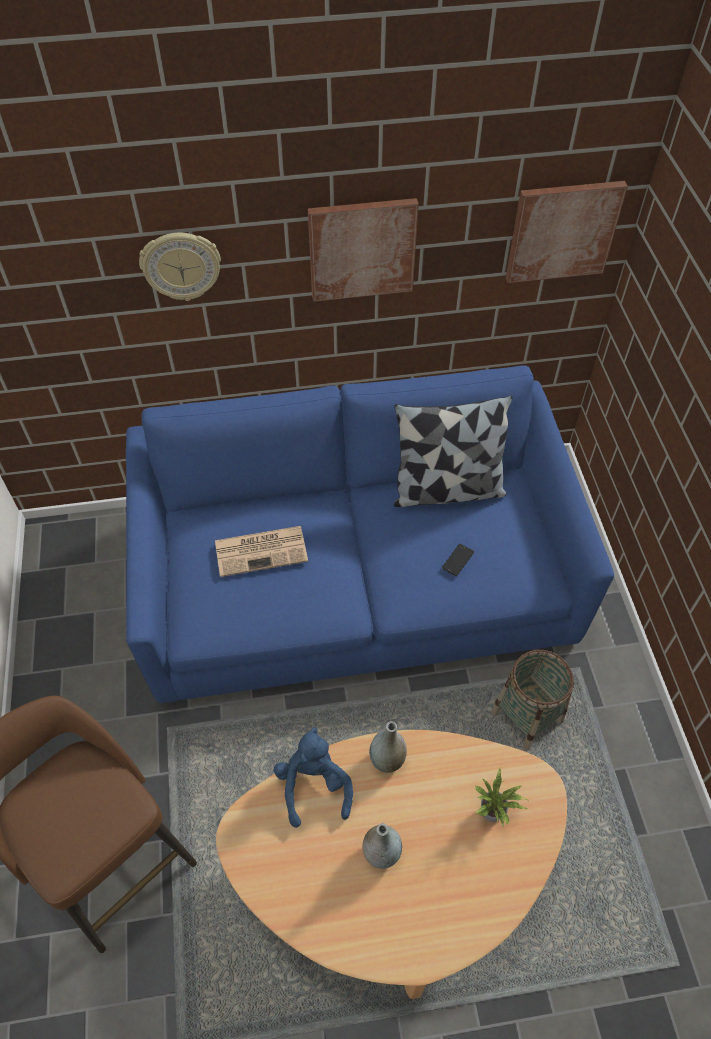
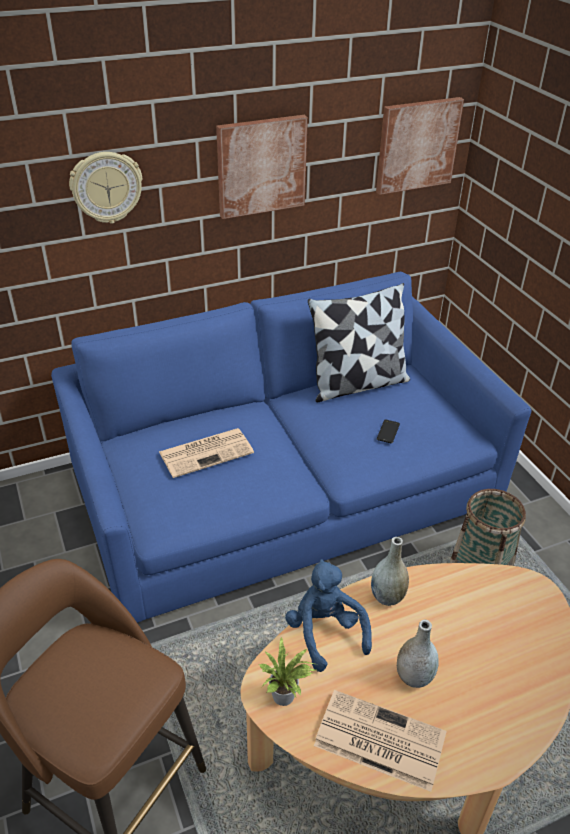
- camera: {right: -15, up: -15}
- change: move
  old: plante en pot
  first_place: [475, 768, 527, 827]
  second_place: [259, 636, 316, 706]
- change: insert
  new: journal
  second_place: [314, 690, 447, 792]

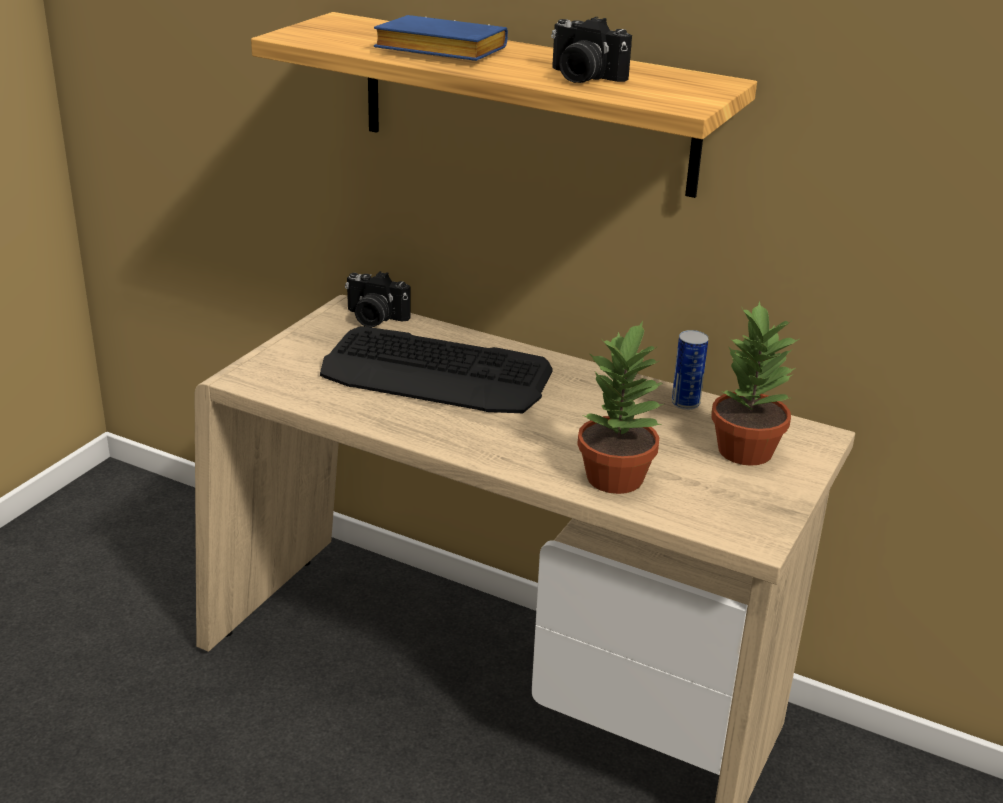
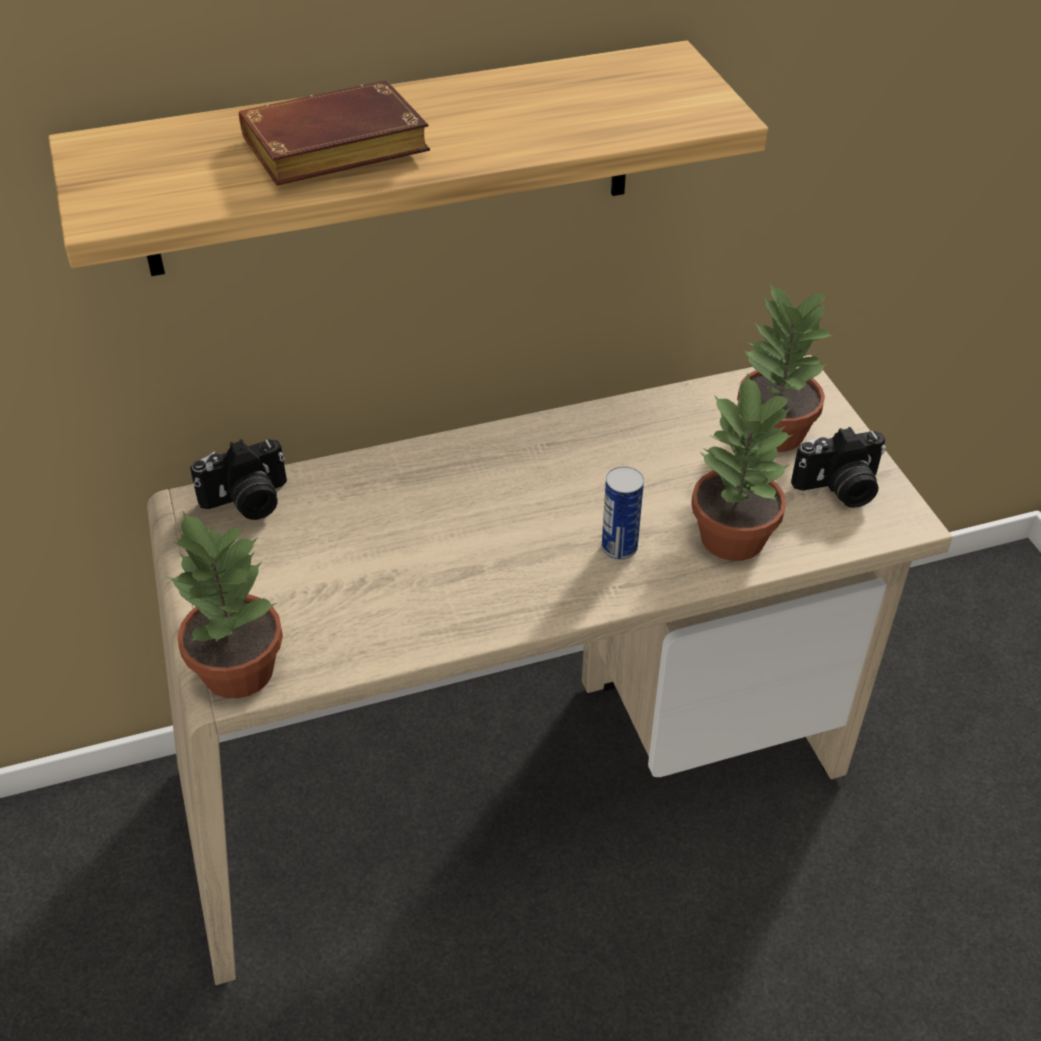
- camera: {right: -45, up: 15}
- change: insert
  new: plante en pot
  second_place: [168, 512, 283, 698]
- change: recolor
  old: livre/bleu
  new: livre/marron
  first_place: [374, 15, 508, 61]
  second_place: [239, 80, 430, 185]
- change: move
  old: boîte métallique
  first_place: [672, 330, 709, 410]
  second_place: [602, 467, 644, 560]
- change: move
  old: appareil photo
  first_place: [551, 17, 632, 83]
  second_place: [791, 427, 886, 508]
- change: delete
  old: clavier
  first_place: [320, 326, 553, 413]

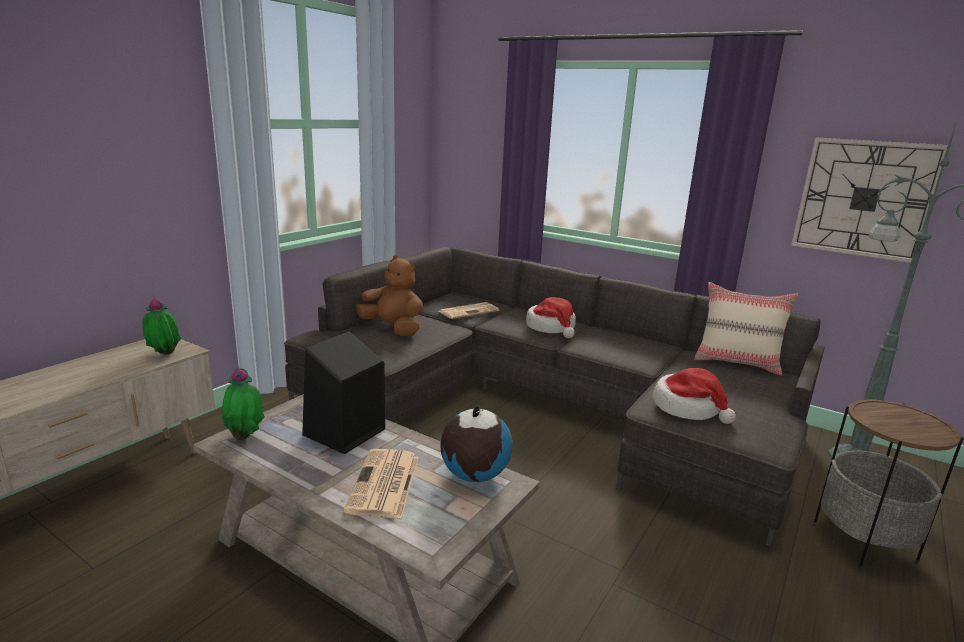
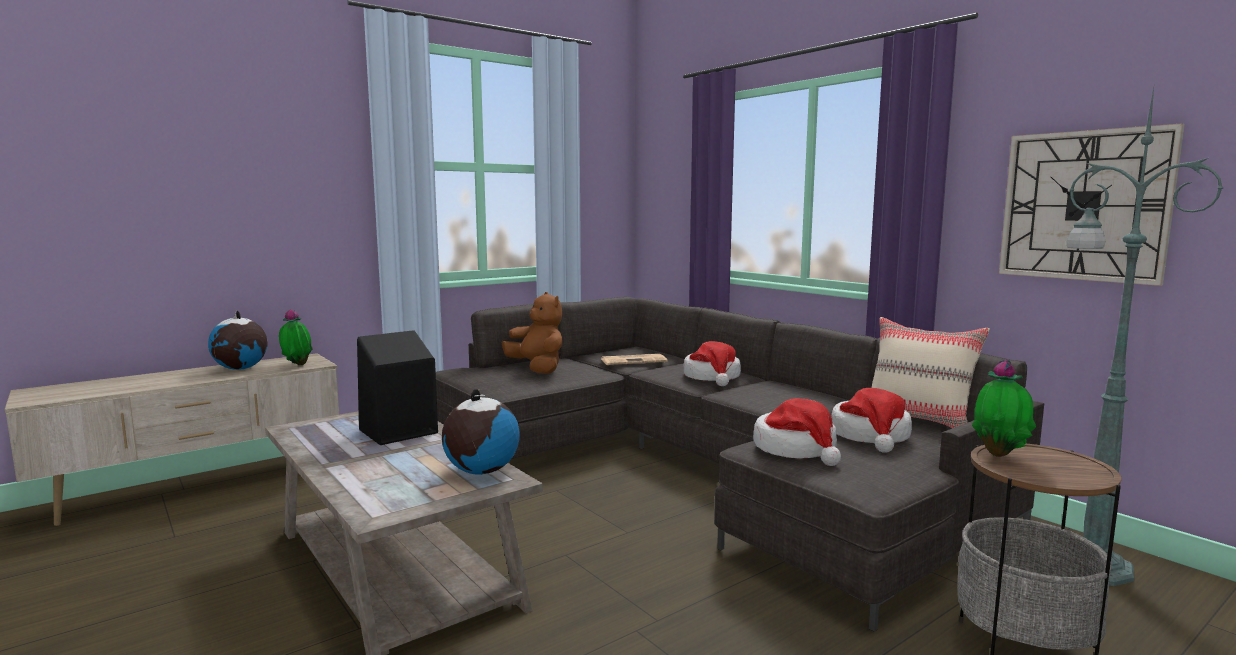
- camera: {right: 20, up: -10}
- change: insert
  new: globe
  second_place: [208, 311, 267, 370]
- change: insert
  new: chapeau
  second_place: [831, 388, 912, 453]
- change: move
  old: plante en pot
  first_place: [222, 368, 265, 440]
  second_place: [972, 359, 1036, 457]
- change: delete
  old: journal
  first_place: [343, 449, 419, 518]

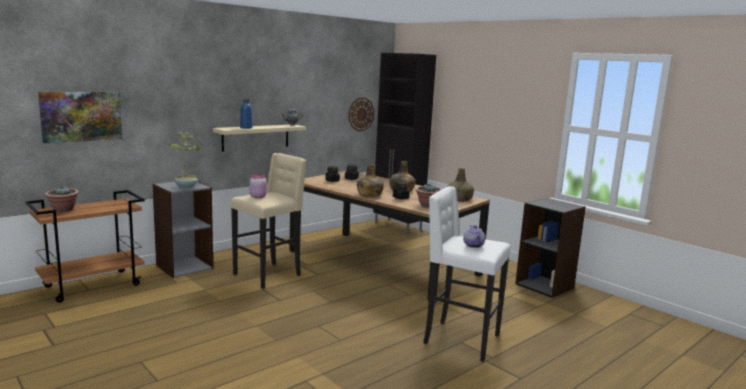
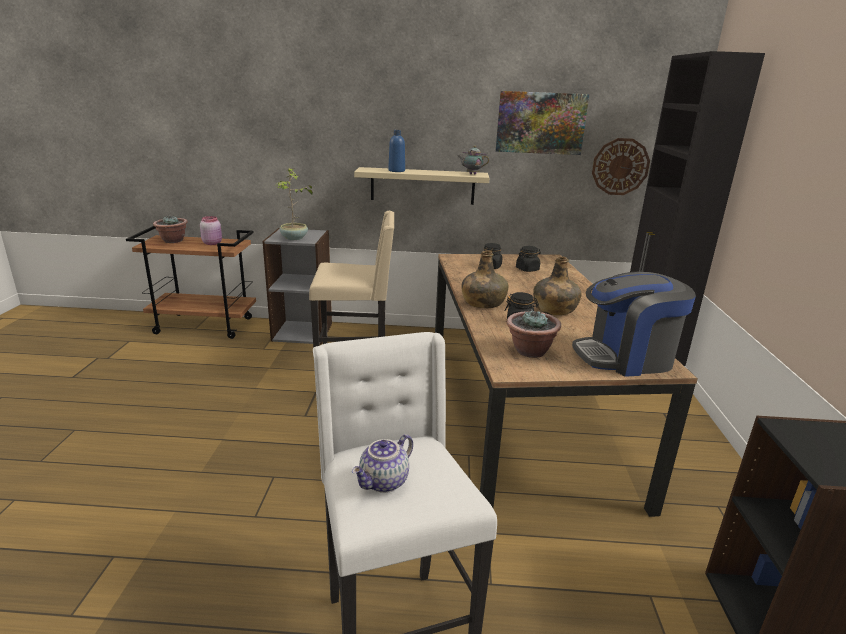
- camera: {right: 45, up: 10}
- change: move
  old: bocal/rose
  first_place: [250, 174, 267, 198]
  second_place: [200, 216, 222, 245]
- change: move
  old: tableau
  first_place: [38, 92, 122, 143]
  second_place: [496, 91, 589, 155]
- change: replace
  old: bouteille/vert
  new: machine à café
  first_place: [447, 168, 474, 201]
  second_place: [572, 272, 696, 377]

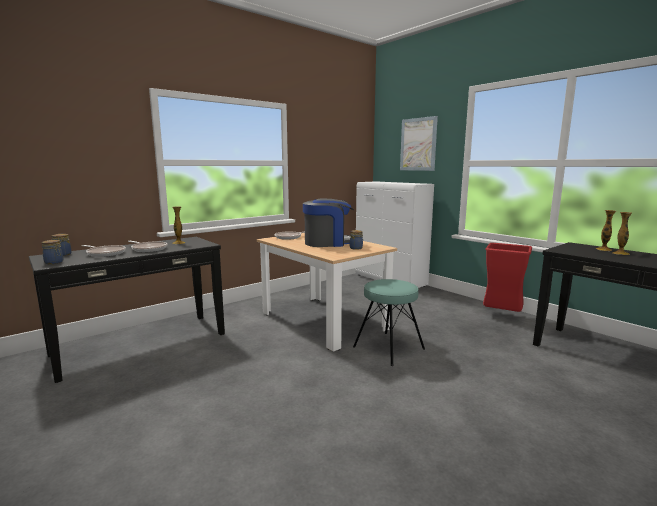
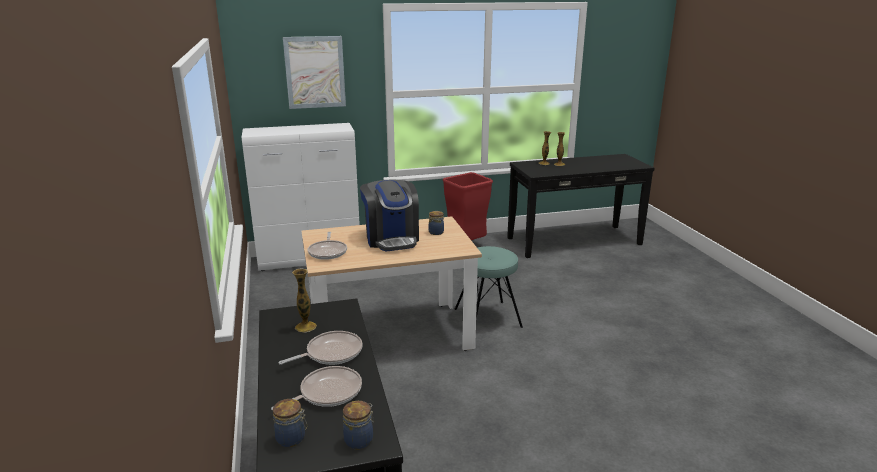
- camera: {right: -65, up: 10}
- change: rotate
  old: machine à café
  first_place: [303, 199, 354, 247]
  second_place: [360, 180, 419, 251]
  degrees: 150

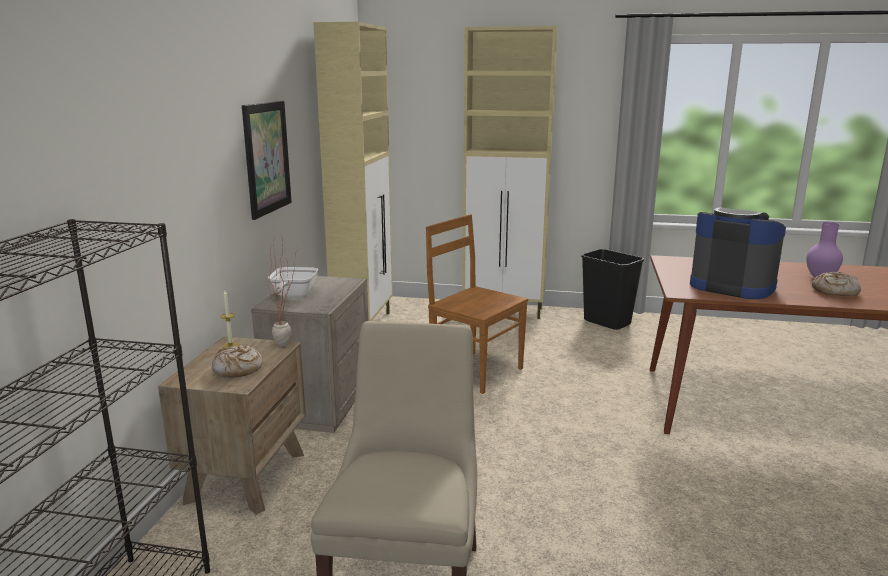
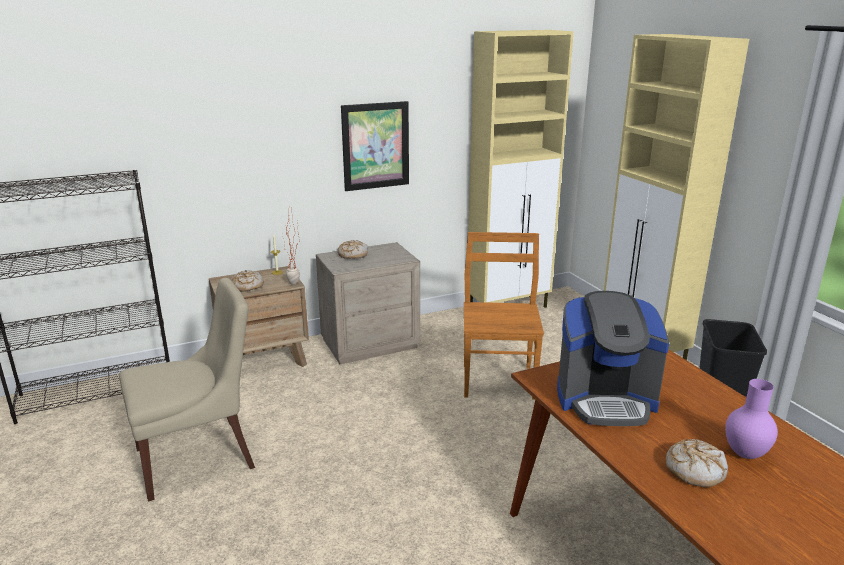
- camera: {right: 55, up: 5}
- change: replace
  old: poêle
  new: pain
  first_place: [268, 267, 318, 297]
  second_place: [338, 240, 368, 259]
- change: rotate
  old: machine à café
  first_place: [690, 208, 786, 299]
  second_place: [557, 291, 669, 426]
  degrees: 90

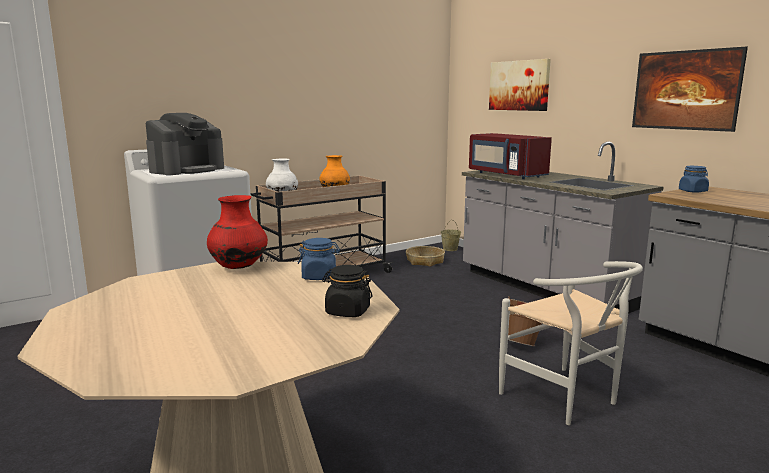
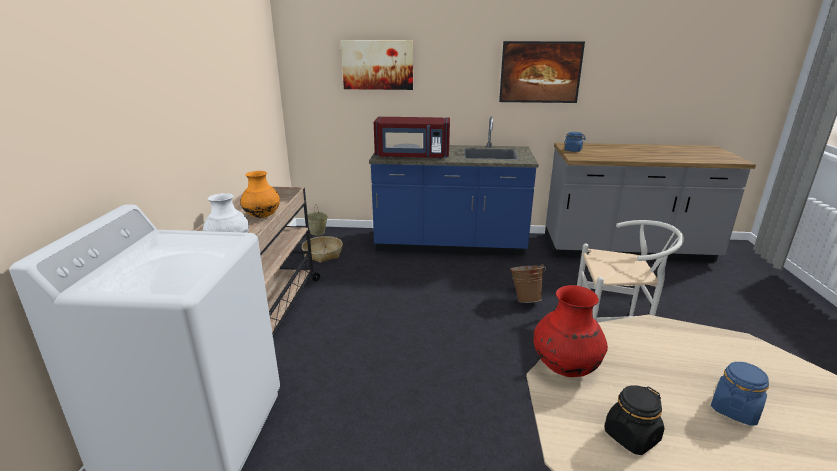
- camera: {right: -50, up: 10}
- change: recolor
  old: comptoir de cuisine/gris
  new: comptoir de cuisine/bleu
  first_place: [462, 142, 663, 314]
  second_place: [369, 116, 538, 256]
- change: move
  old: bocal/noir
  first_place: [322, 265, 372, 317]
  second_place: [605, 385, 665, 455]
- change: move
  old: bocal/bleu
  first_place: [298, 238, 340, 280]
  second_place: [711, 362, 769, 426]
- change: delete
  old: machine à café
  first_place: [146, 113, 224, 175]

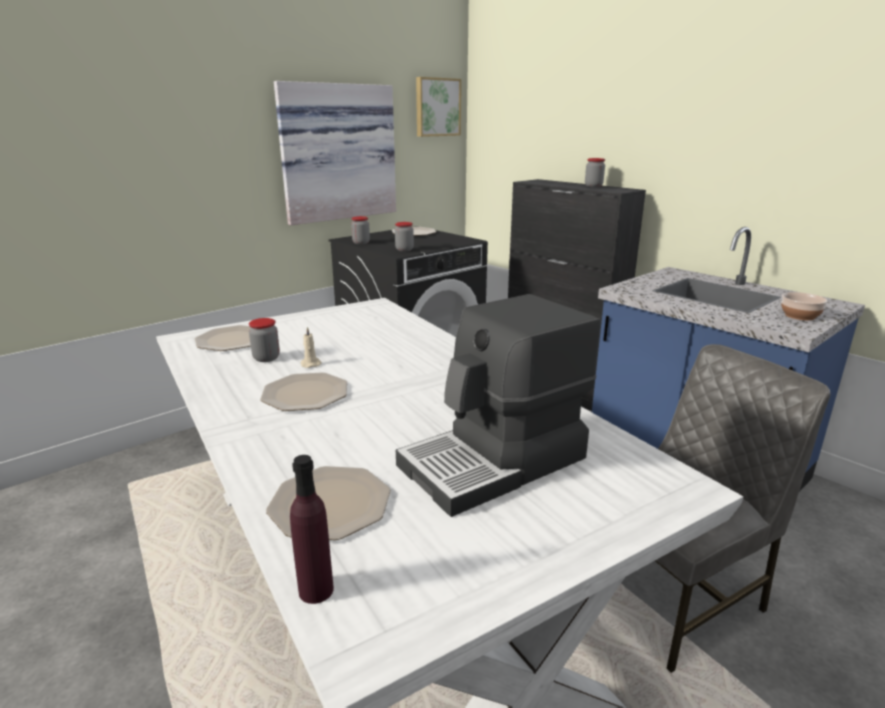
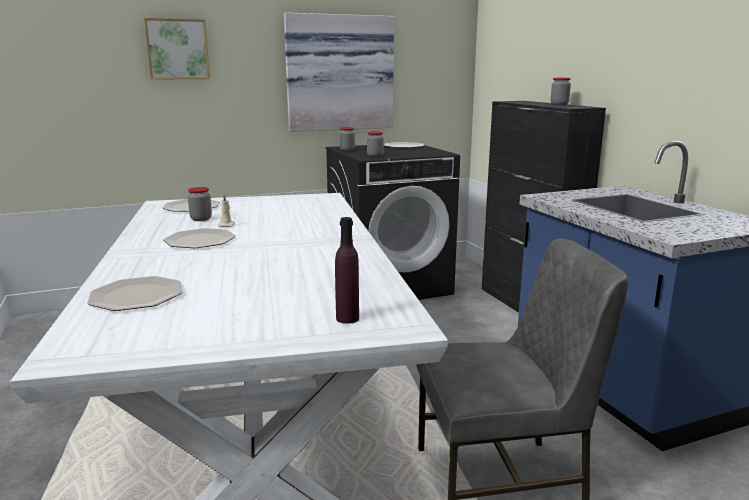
- camera: {right: 20, up: -5}
- change: move
  old: tableau
  first_place: [416, 77, 461, 137]
  second_place: [144, 18, 210, 80]
- change: move
  old: bouteille/violet
  first_place: [290, 455, 334, 604]
  second_place: [335, 217, 359, 324]
- change: delete
  old: machine à café
  first_place: [396, 294, 601, 517]
- change: delete
  old: bol
  first_place: [781, 292, 827, 320]

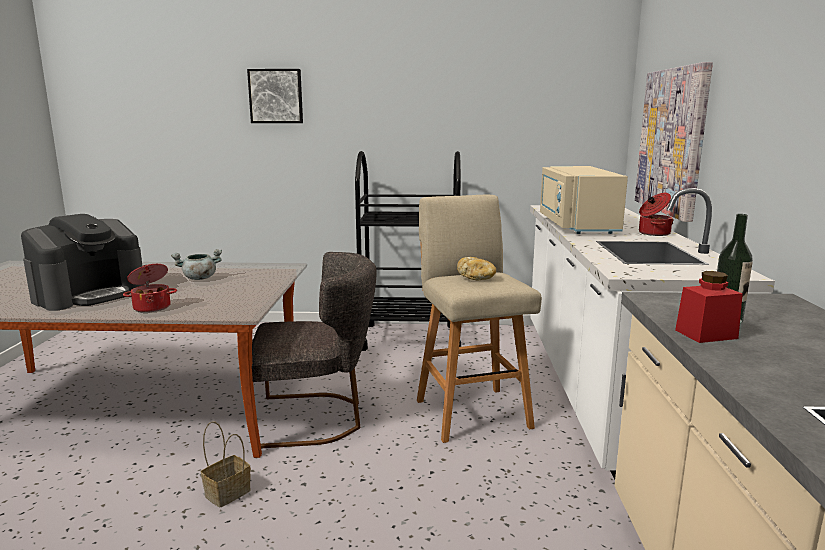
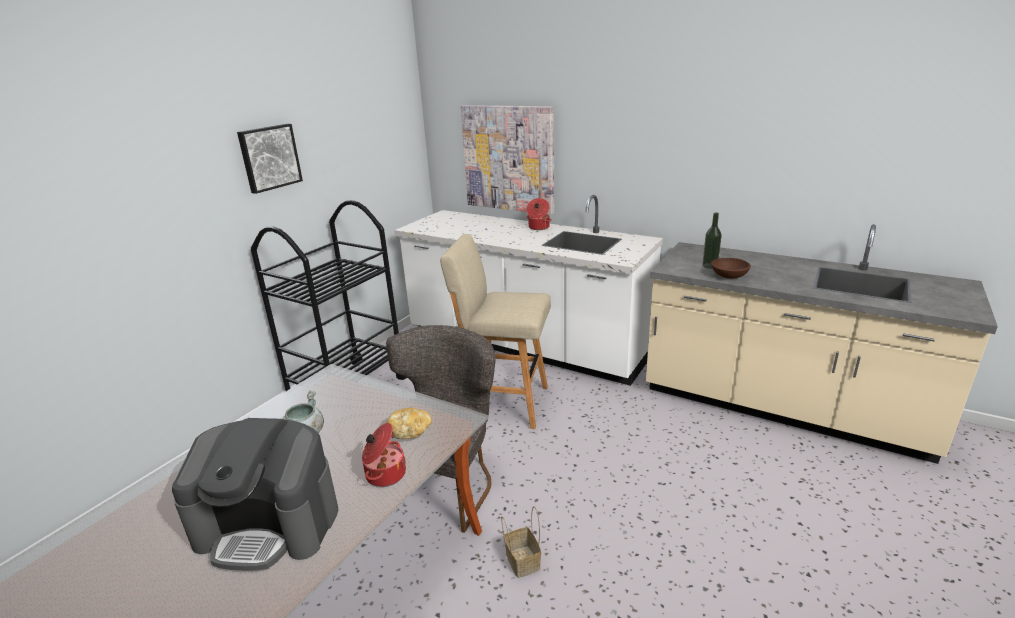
- camera: {right: -60, up: 10}
- change: rotate
  old: machine à café
  first_place: [21, 214, 145, 311]
  second_place: [172, 418, 338, 571]
  degrees: 120
- change: move
  old: tableau
  first_place: [247, 69, 303, 123]
  second_place: [237, 124, 303, 194]
- change: move
  old: pain
  first_place: [457, 257, 496, 280]
  second_place: [387, 408, 432, 439]
- change: replace
  old: bocal/rouge
  new: bol/marron
  first_place: [675, 271, 743, 343]
  second_place: [711, 258, 751, 279]
- change: delete
  old: micro-ondes/beige
  first_place: [540, 166, 628, 234]

